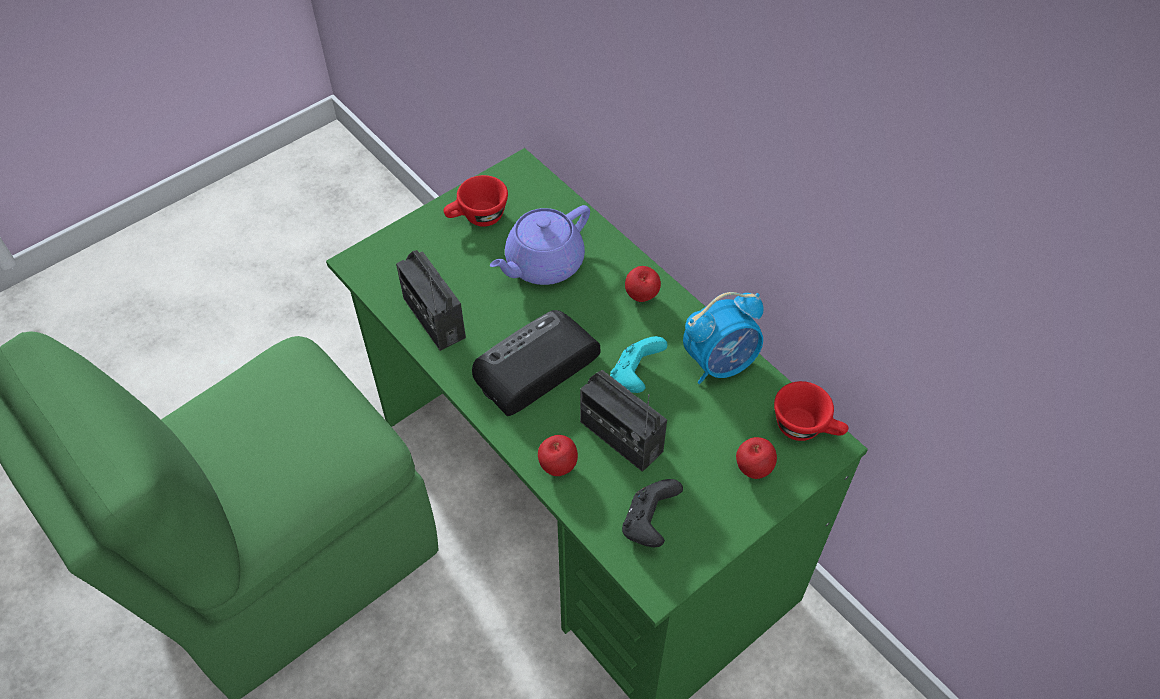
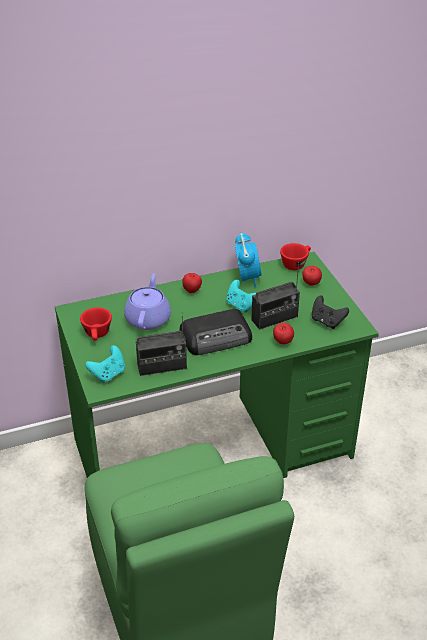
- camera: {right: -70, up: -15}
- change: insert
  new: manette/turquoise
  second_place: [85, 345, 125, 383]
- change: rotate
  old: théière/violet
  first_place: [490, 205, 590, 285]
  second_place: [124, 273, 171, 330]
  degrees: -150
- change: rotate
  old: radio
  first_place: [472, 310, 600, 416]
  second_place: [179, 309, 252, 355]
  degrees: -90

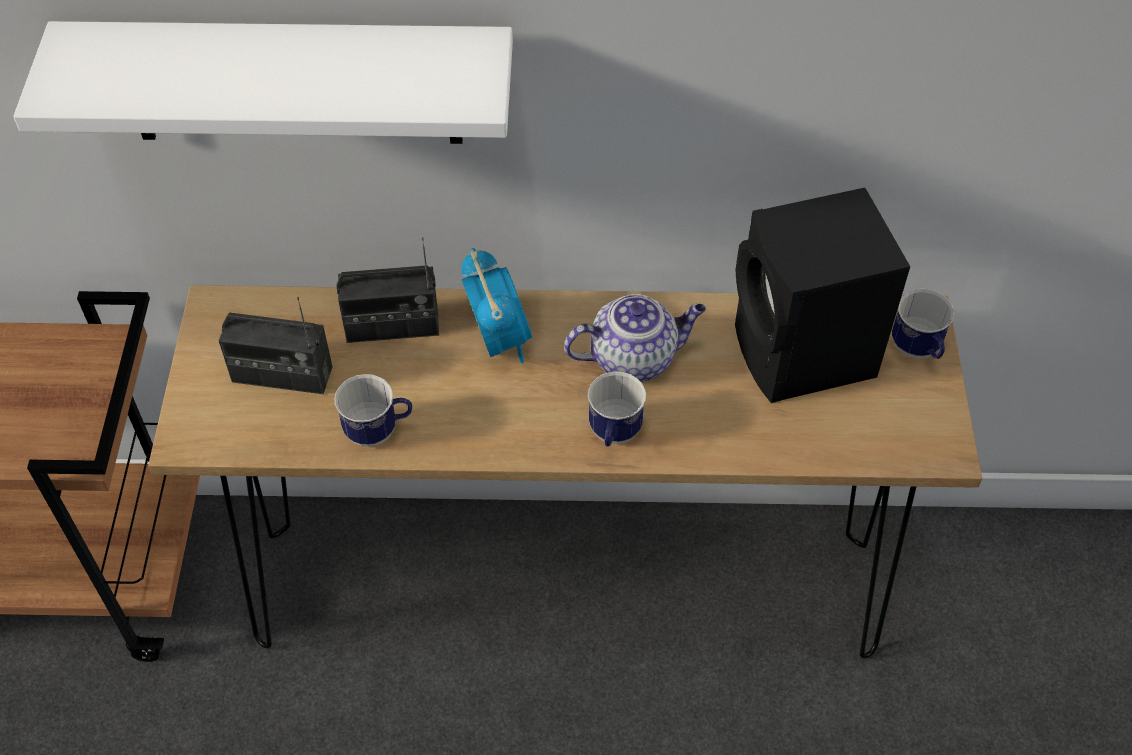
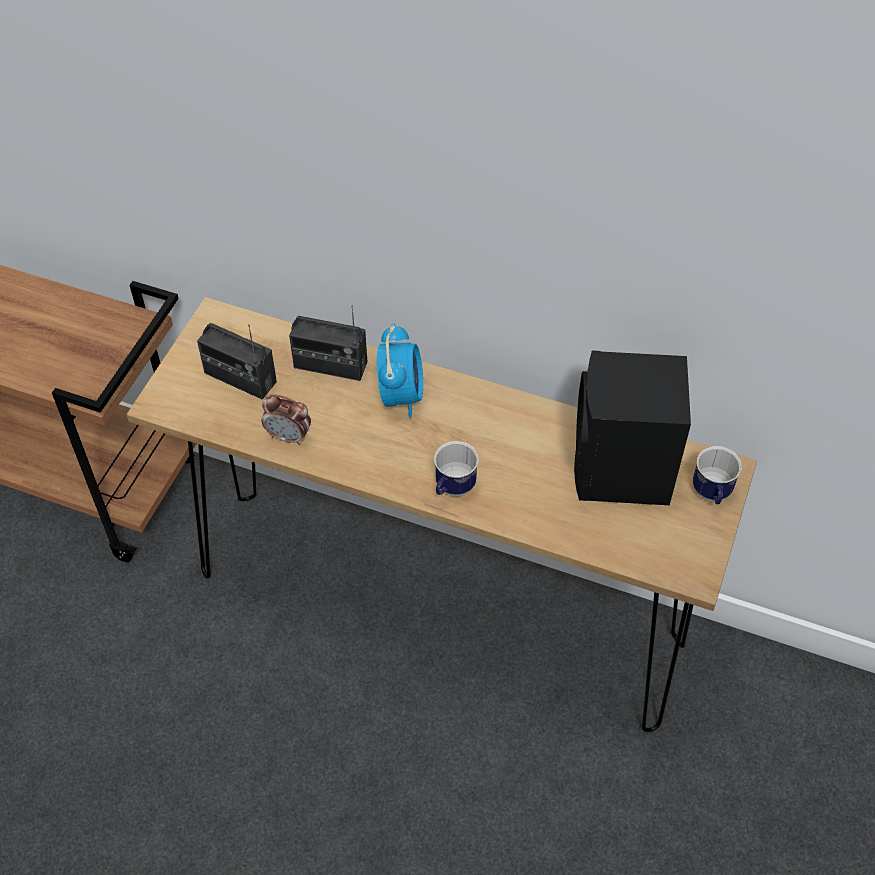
- camera: {right: 20, up: 0}
- change: replace
  old: mug
  new: réveil
  first_place: [334, 374, 412, 447]
  second_place: [261, 394, 311, 445]
- change: delete
  old: étagère/blanc
  first_place: [13, 21, 513, 144]
- change: delete
  old: théière
  first_place: [564, 294, 706, 382]

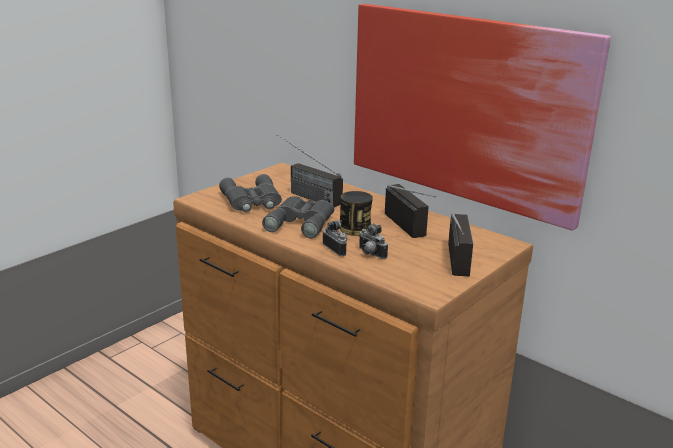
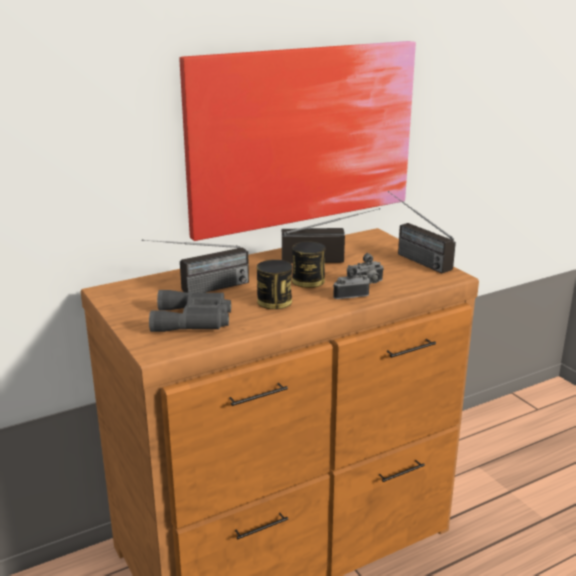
- camera: {right: -70, up: 0}
- change: replace
  old: jumelles/gris
  new: boîte métallique
  first_place: [262, 196, 334, 238]
  second_place: [257, 260, 292, 309]
- change: rotate
  old: radio
  first_place: [448, 214, 473, 277]
  second_place: [388, 191, 456, 273]
  degrees: -150

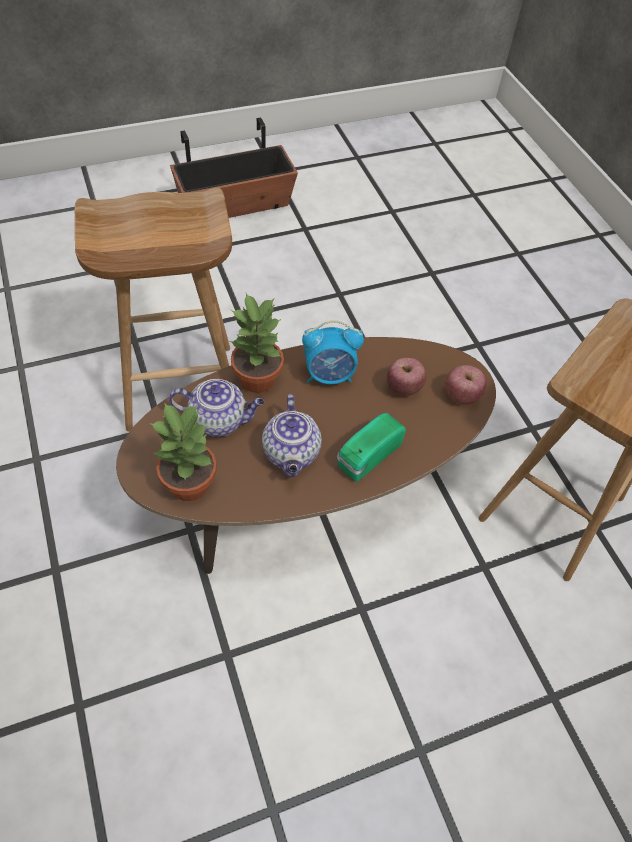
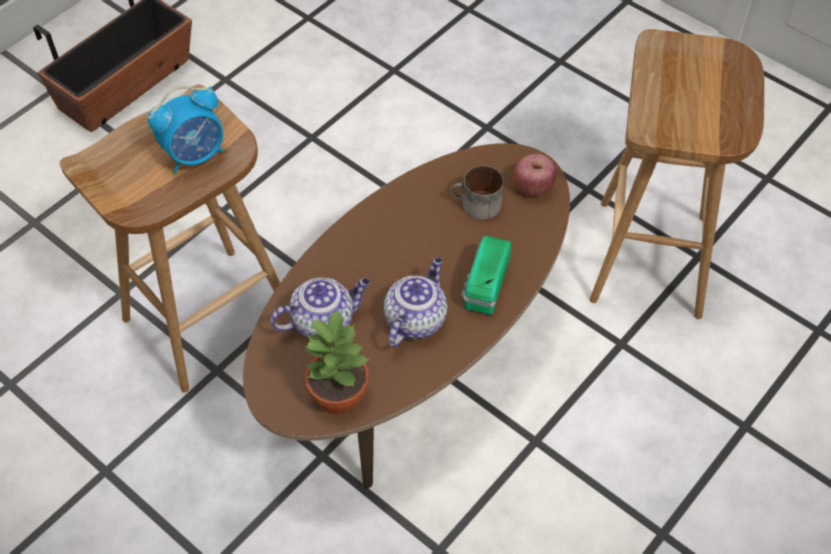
- camera: {right: -25, up: 0}
- change: move
  old: réveil
  first_place: [302, 320, 364, 384]
  second_place: [148, 86, 223, 173]
- change: rotate
  old: théière
  first_place: [262, 394, 322, 477]
  second_place: [384, 257, 447, 347]
  degrees: -120
- change: replace
  old: pomme
  new: mug
  first_place: [387, 358, 426, 396]
  second_place: [450, 165, 504, 220]
- change: delete
  old: plante en pot
  first_place: [230, 293, 284, 393]

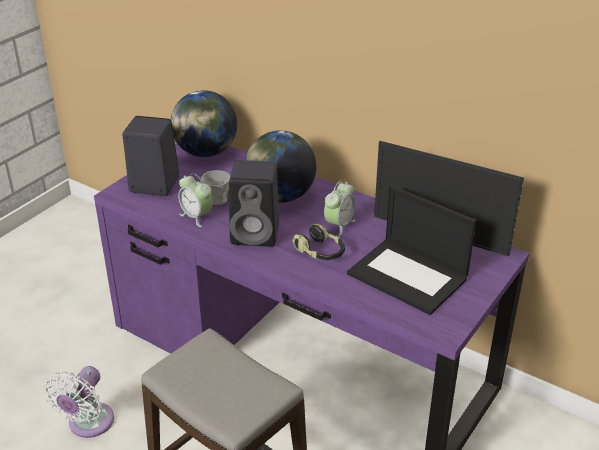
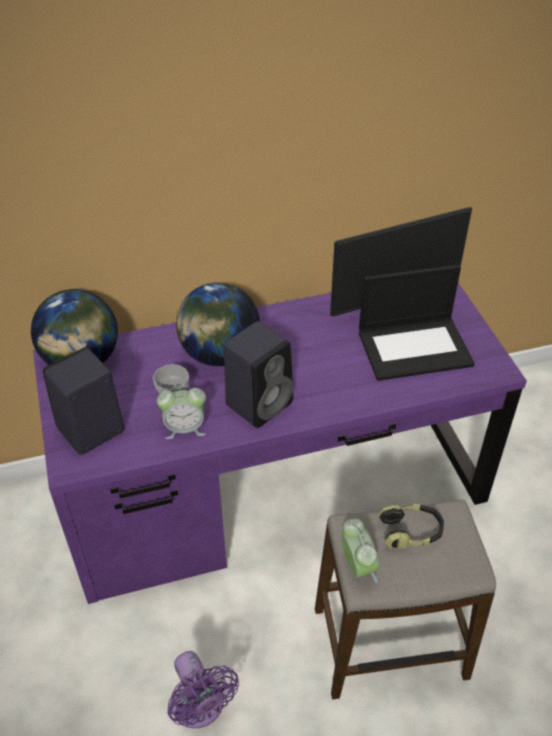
- camera: {right: -50, up: 10}
- change: recolor
  old: ventilateur/blanc
  new: ventilateur/violet
  first_place: [44, 366, 114, 438]
  second_place: [167, 651, 239, 729]
- change: move
  old: réveil
  first_place: [324, 181, 355, 236]
  second_place: [341, 518, 379, 583]
- change: move
  old: casque audio
  first_place: [292, 224, 345, 260]
  second_place: [379, 504, 444, 549]

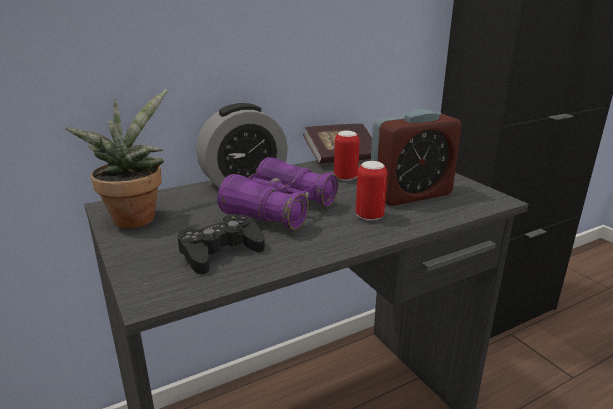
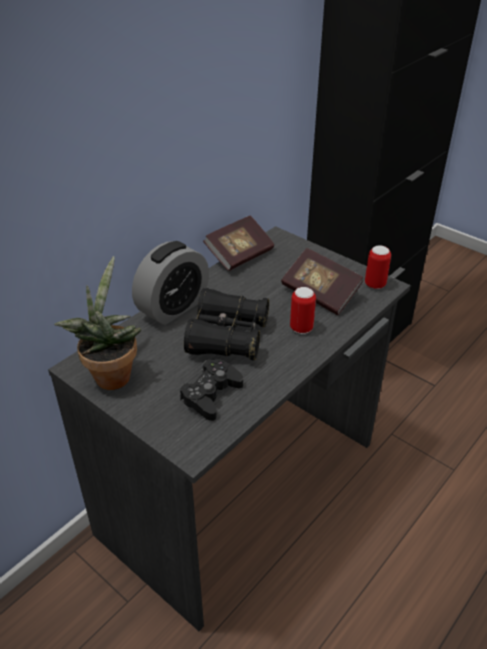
- camera: {right: -20, up: 15}
- change: recolor
  old: jumelles/violet
  new: jumelles/noir
  first_place: [218, 157, 339, 230]
  second_place: [184, 288, 269, 360]
- change: replace
  old: réveil
  new: livre
  first_place: [371, 109, 462, 206]
  second_place: [281, 248, 363, 315]
- change: move
  old: boîte métallique
  first_place: [334, 131, 360, 181]
  second_place: [365, 245, 391, 289]

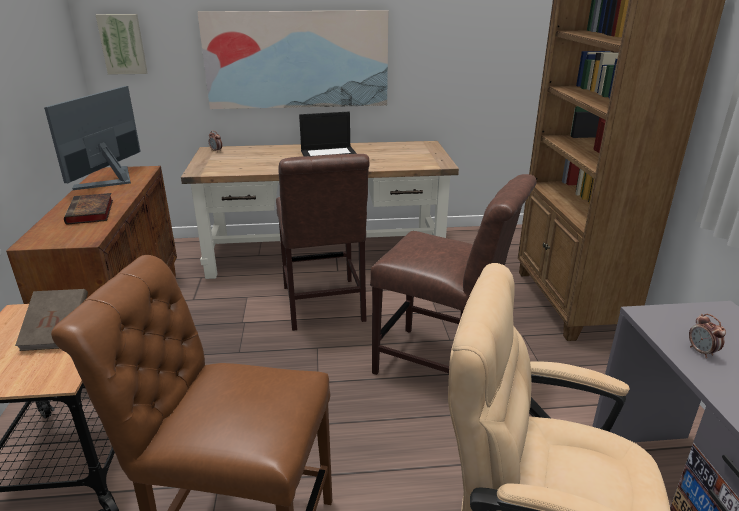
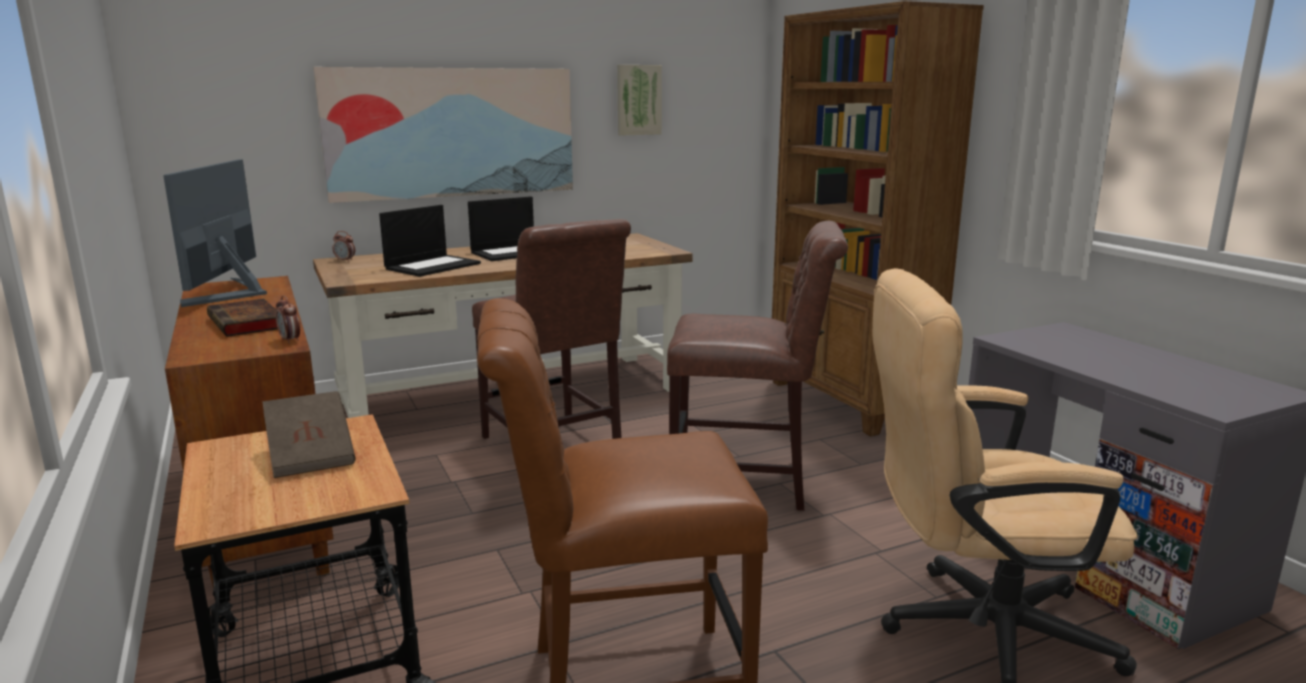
- camera: {right: -20, up: -10}
- change: move
  old: réveil
  first_place: [689, 314, 726, 358]
  second_place: [276, 295, 300, 343]
- change: insert
  new: ordinateur portable
  second_place: [379, 205, 481, 277]
- change: move
  old: tableau
  first_place: [96, 14, 147, 75]
  second_place: [617, 65, 662, 136]

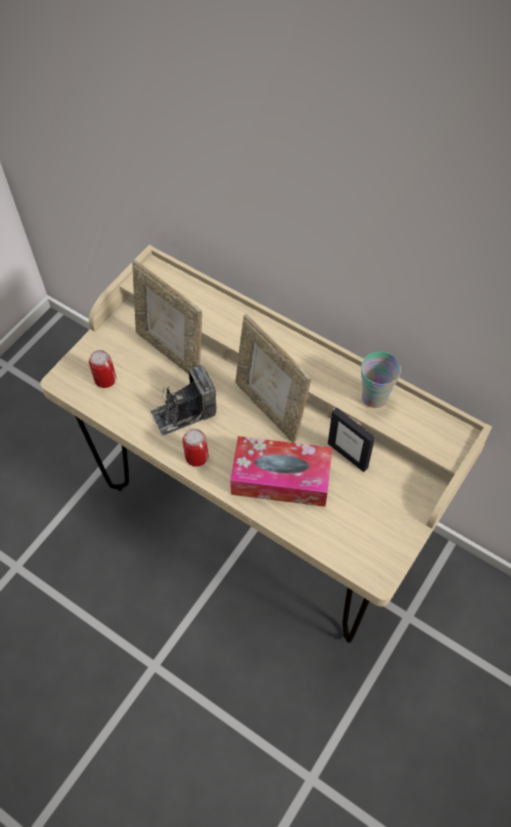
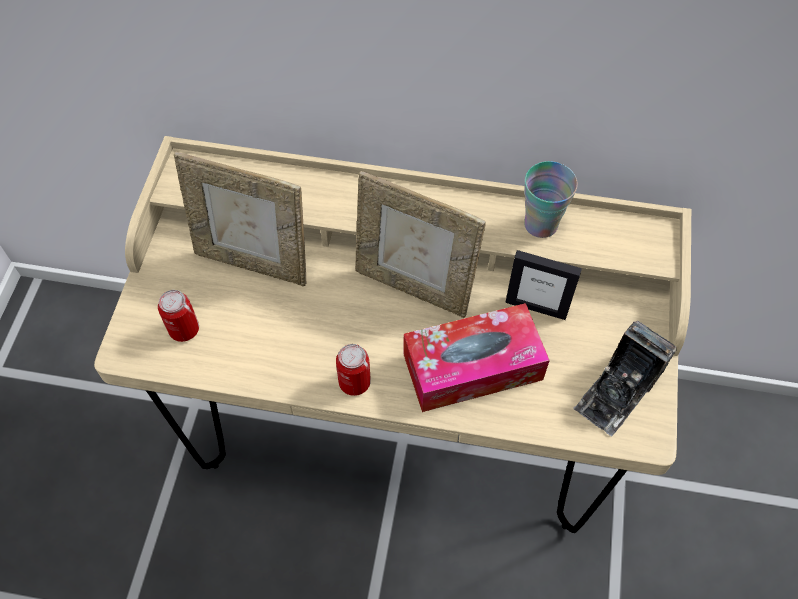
- camera: {right: -25, up: 0}
- change: move
  old: appareil photo
  first_place: [150, 365, 216, 436]
  second_place: [573, 321, 677, 436]

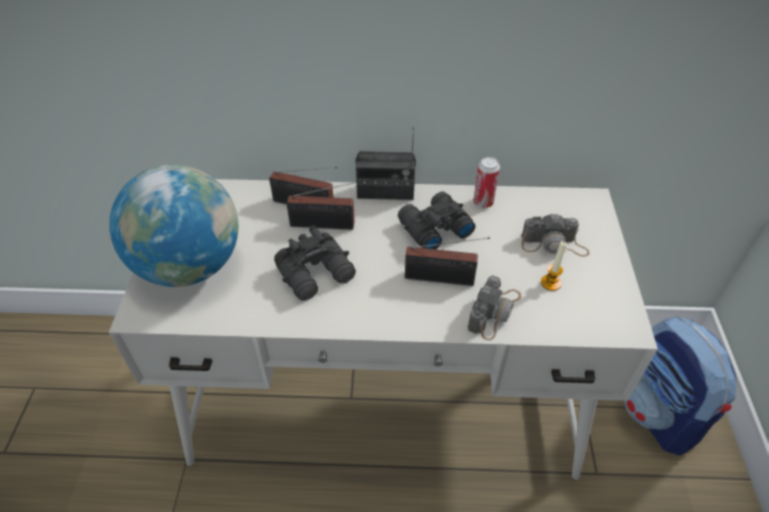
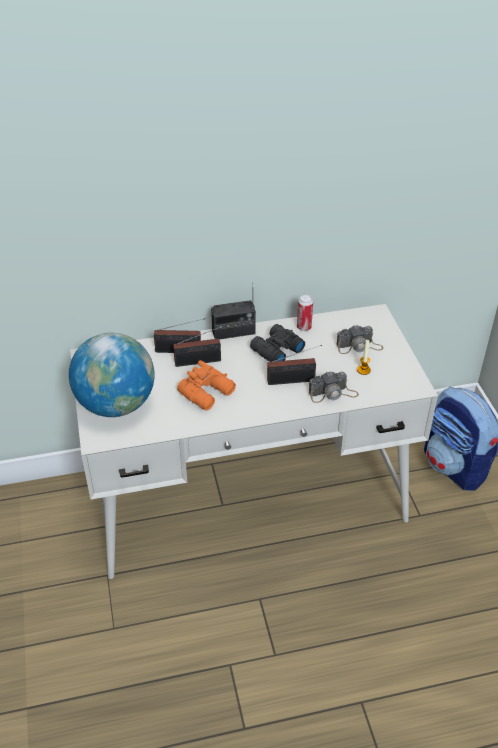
- camera: {right: -15, up: -5}
- change: recolor
  old: jumelles/noir
  new: jumelles/orange
  first_place: [274, 226, 356, 301]
  second_place: [177, 360, 236, 411]
- change: rotate
  old: appareil photo
  first_place: [468, 275, 521, 340]
  second_place: [309, 372, 359, 403]
  degrees: 60

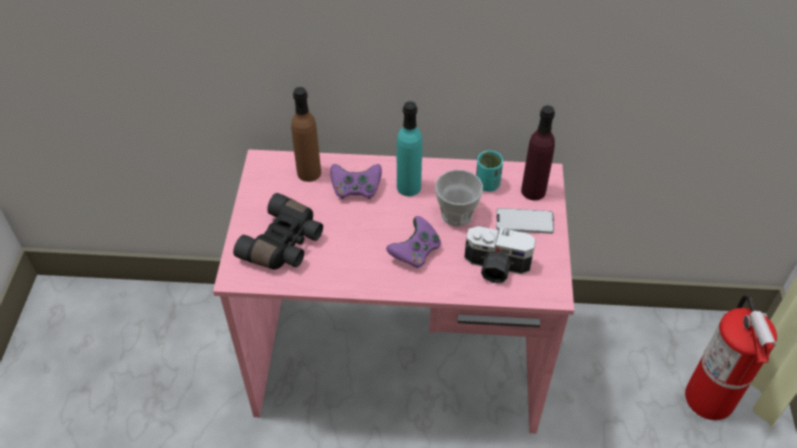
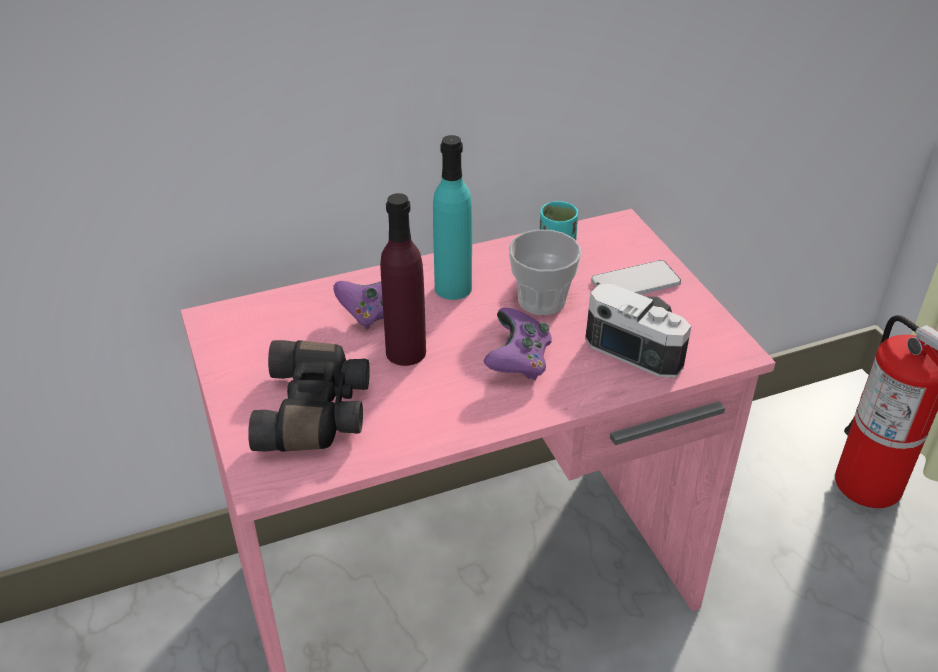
- camera: {right: -25, up: -10}
- change: move
  old: bouteille/violet
  first_place: [521, 105, 555, 200]
  second_place: [380, 193, 426, 366]
- change: rotate
  old: appareil photo
  first_place: [464, 226, 536, 283]
  second_place: [585, 284, 692, 378]
  degrees: -135
- change: delete
  old: bouteille/marron
  first_place: [291, 87, 321, 182]

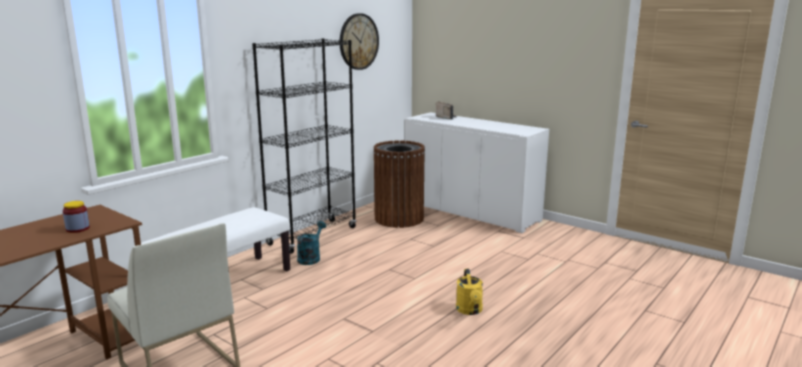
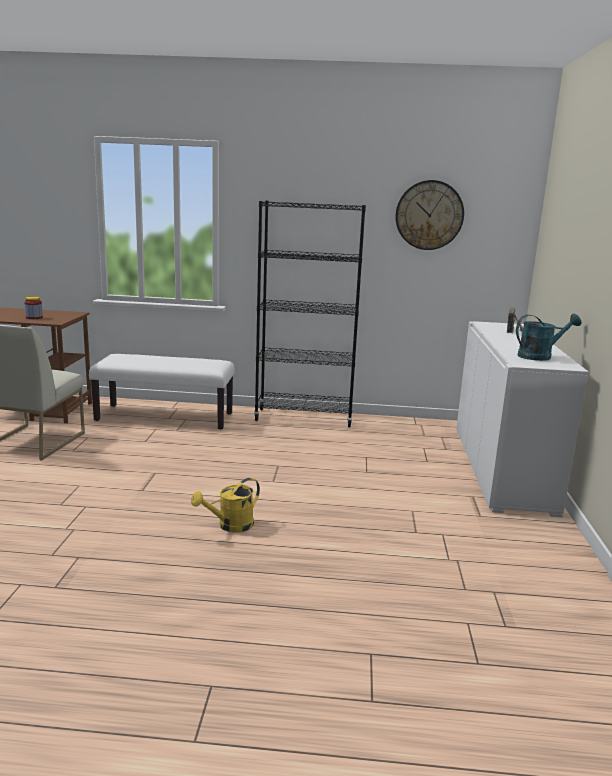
- camera: {right: 55, up: 0}
- change: move
  old: arrosoir/turquoise
  first_place: [297, 221, 326, 265]
  second_place: [516, 314, 581, 361]
- change: delete
  old: poubelle/marron
  first_place: [373, 140, 425, 228]

